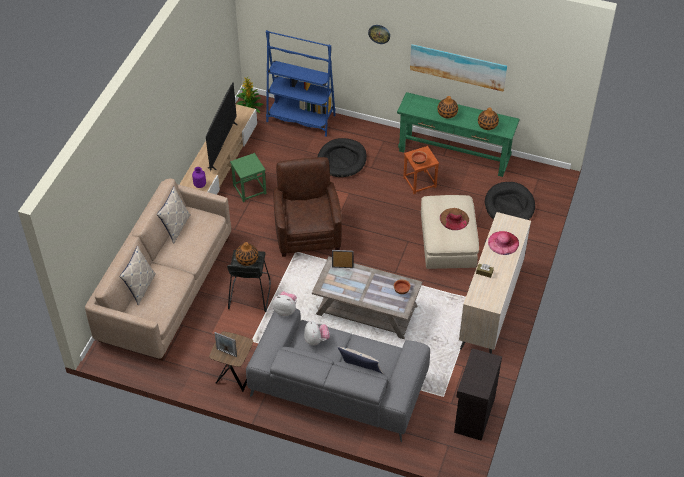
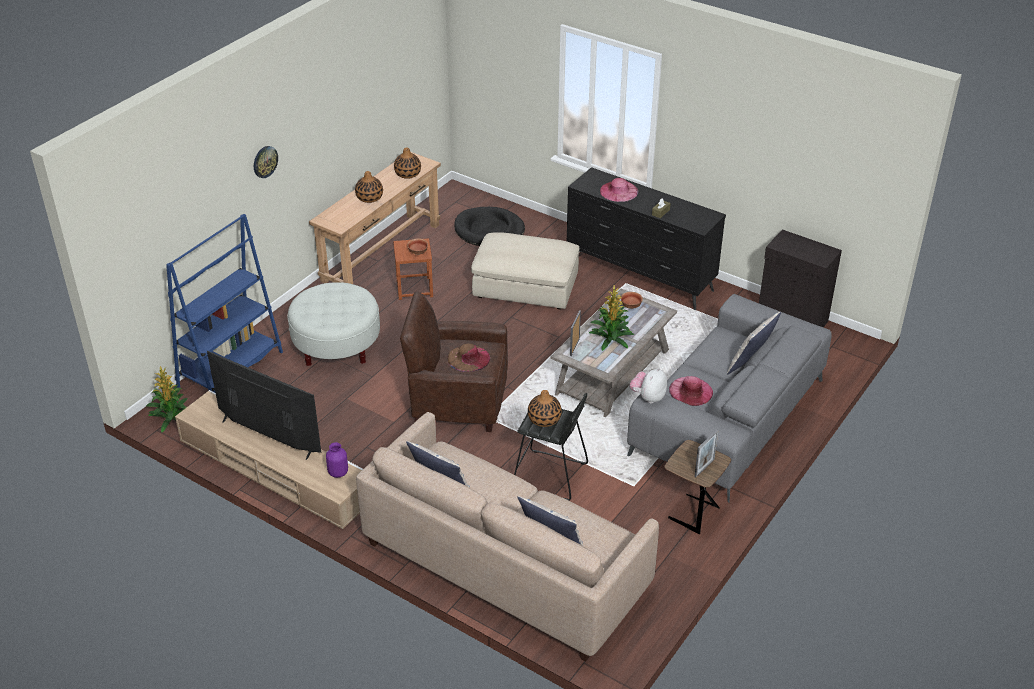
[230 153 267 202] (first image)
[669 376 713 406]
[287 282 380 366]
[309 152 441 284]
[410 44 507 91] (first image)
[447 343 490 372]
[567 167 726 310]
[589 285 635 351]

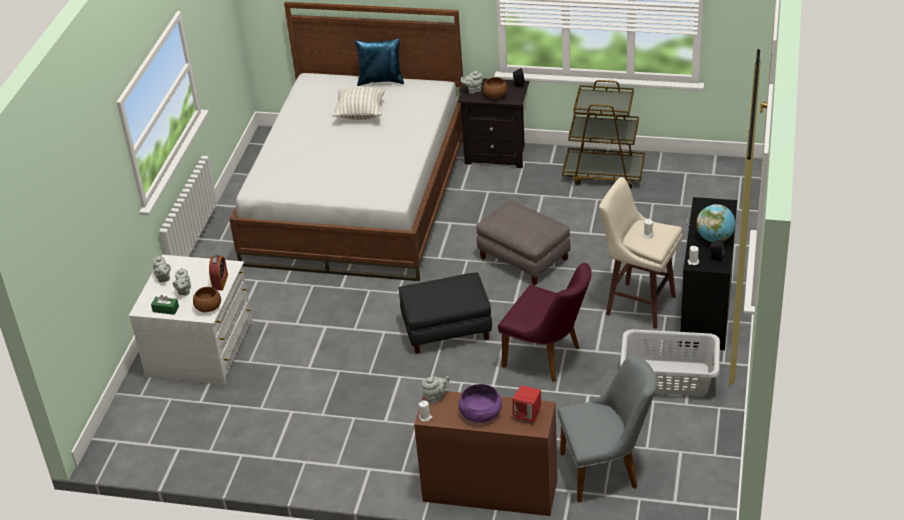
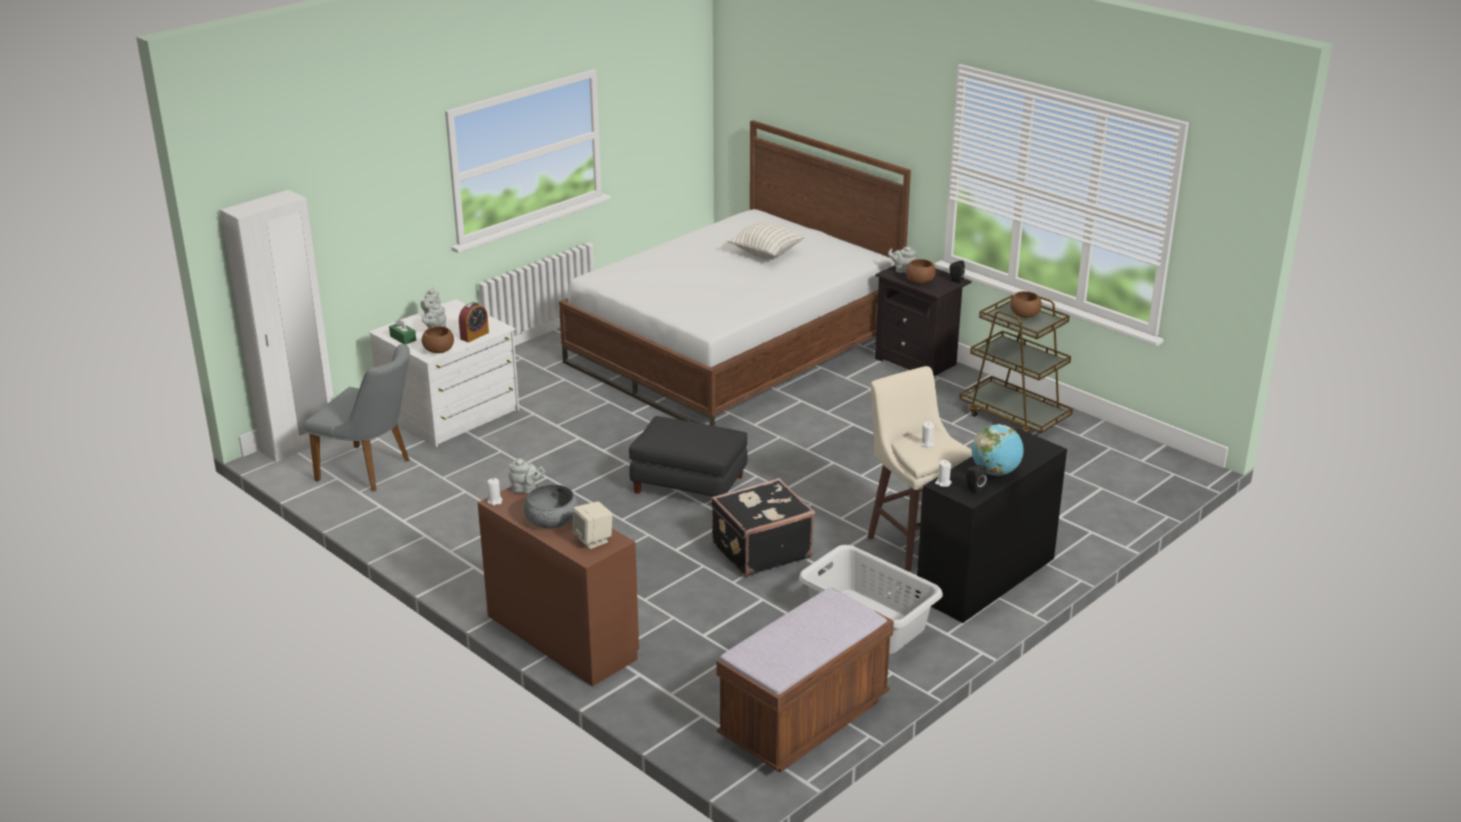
[355 39 404 86] (first image)
[524 484 578 528]
[476 200 571 285] (first image)
[711 478 815 577]
[573 502 612 549]
[304 344 410 492]
[220 190 334 462]
[716 588 894 773]
[1010 291 1042 318]

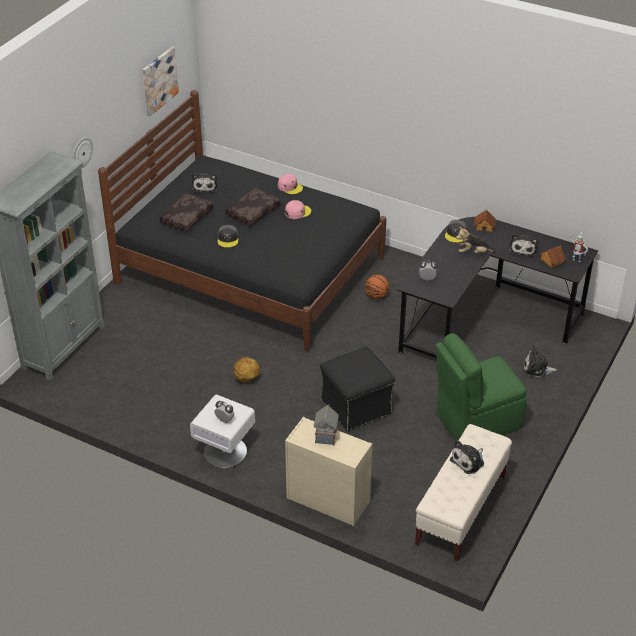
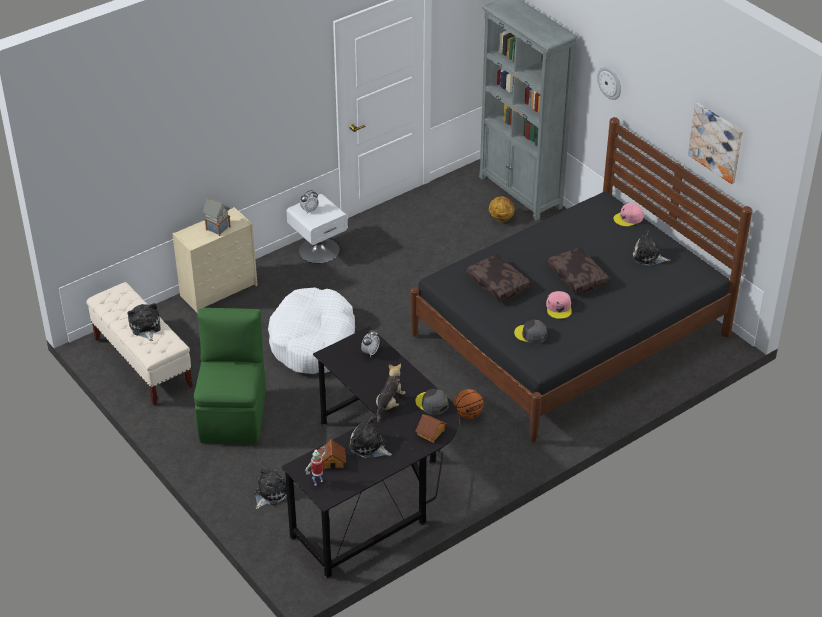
[466 254 531 302]
[514 320 547 344]
[489 196 515 222]
[614 203 643 227]
[268 287 355 374]

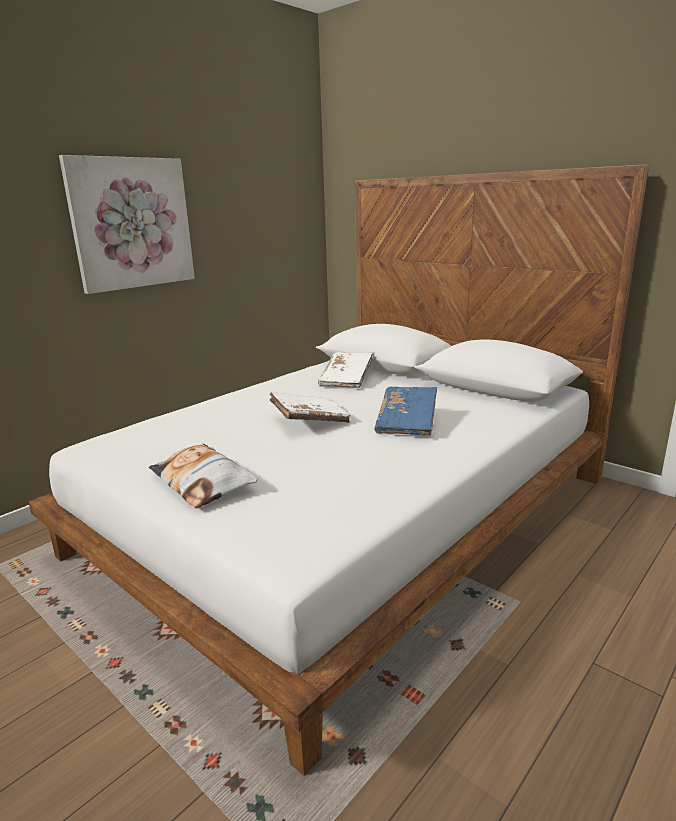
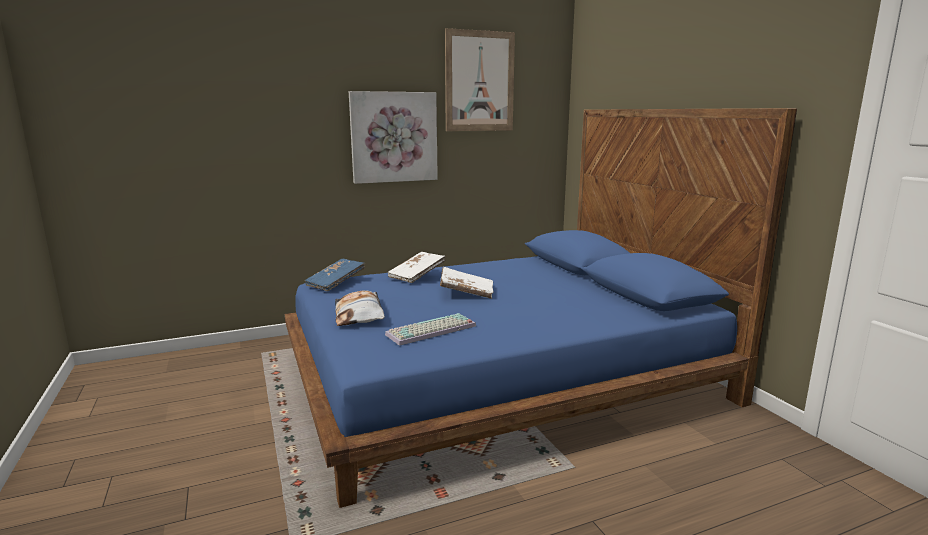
[285 108 797 508]
[388 252 446 283]
[305 258 365 291]
[385 313 476 346]
[445 28 515 131]

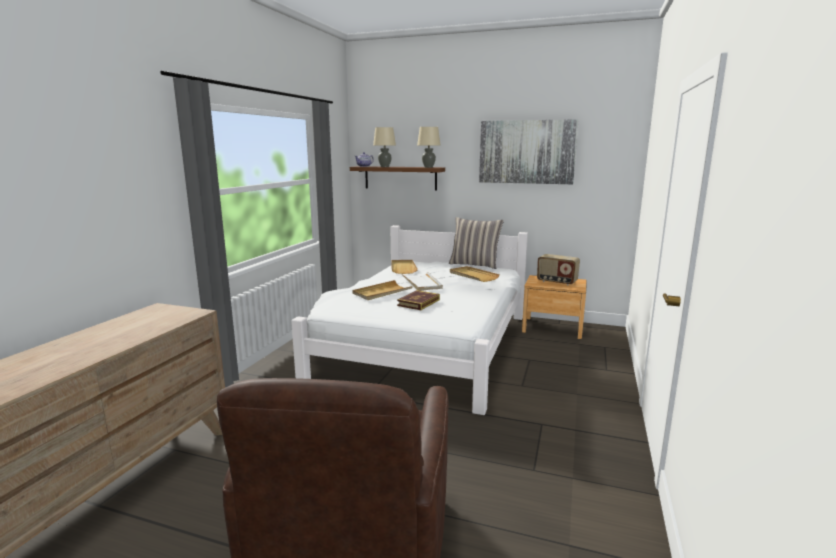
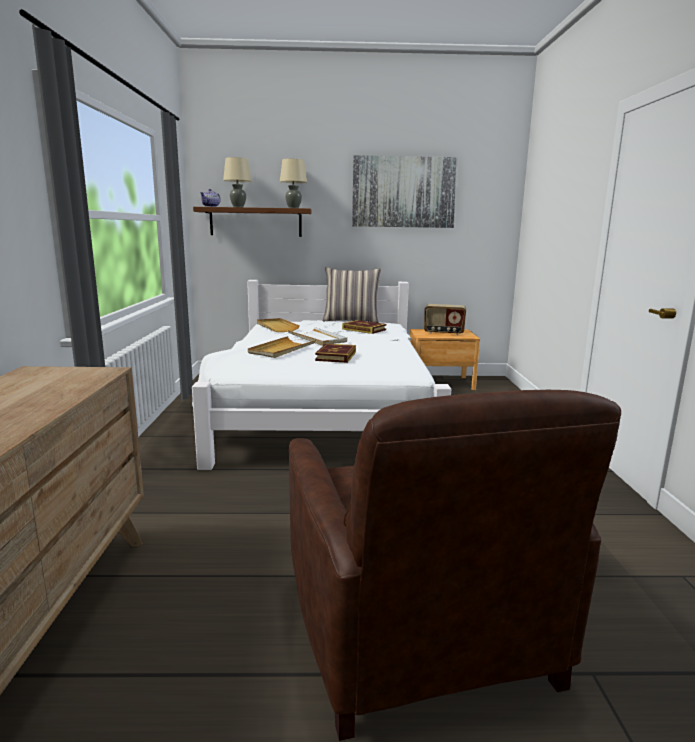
[342 320 386 334]

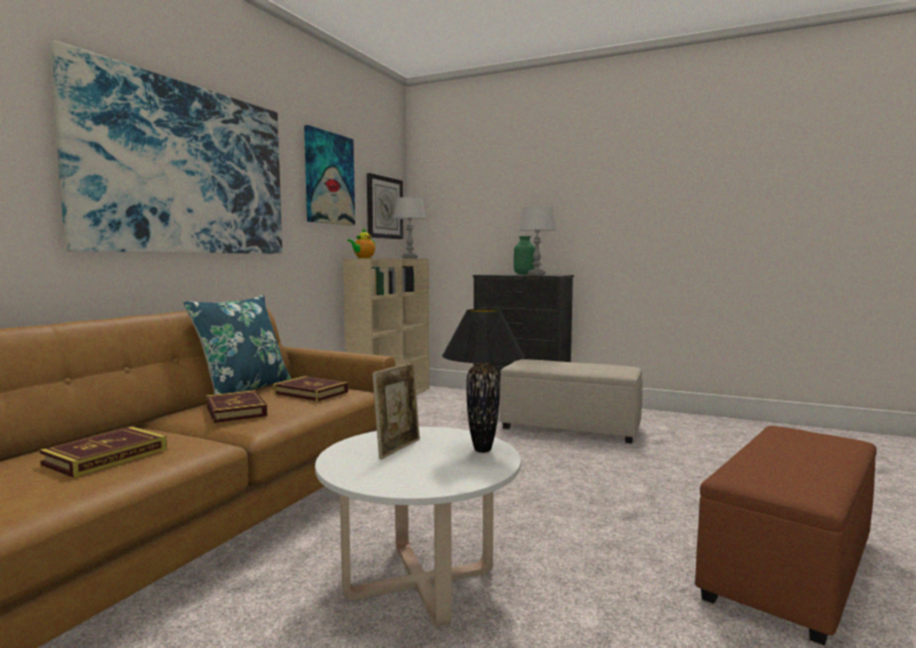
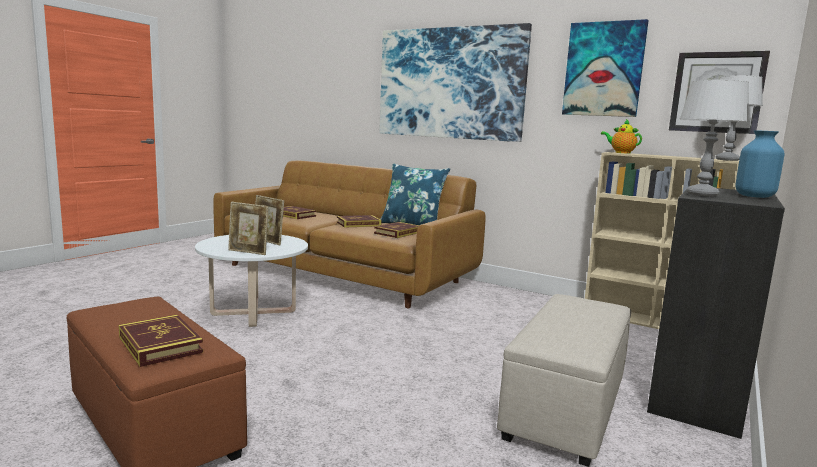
[228 202 269 255]
[735 130 784 198]
[119 315 203 367]

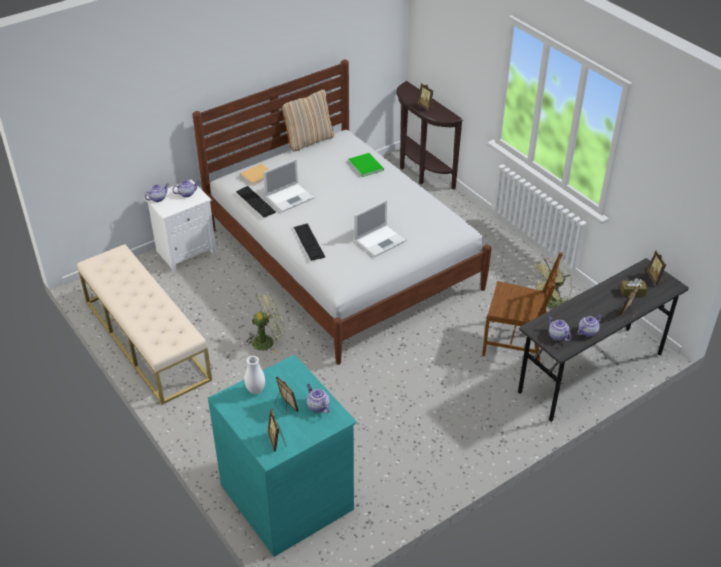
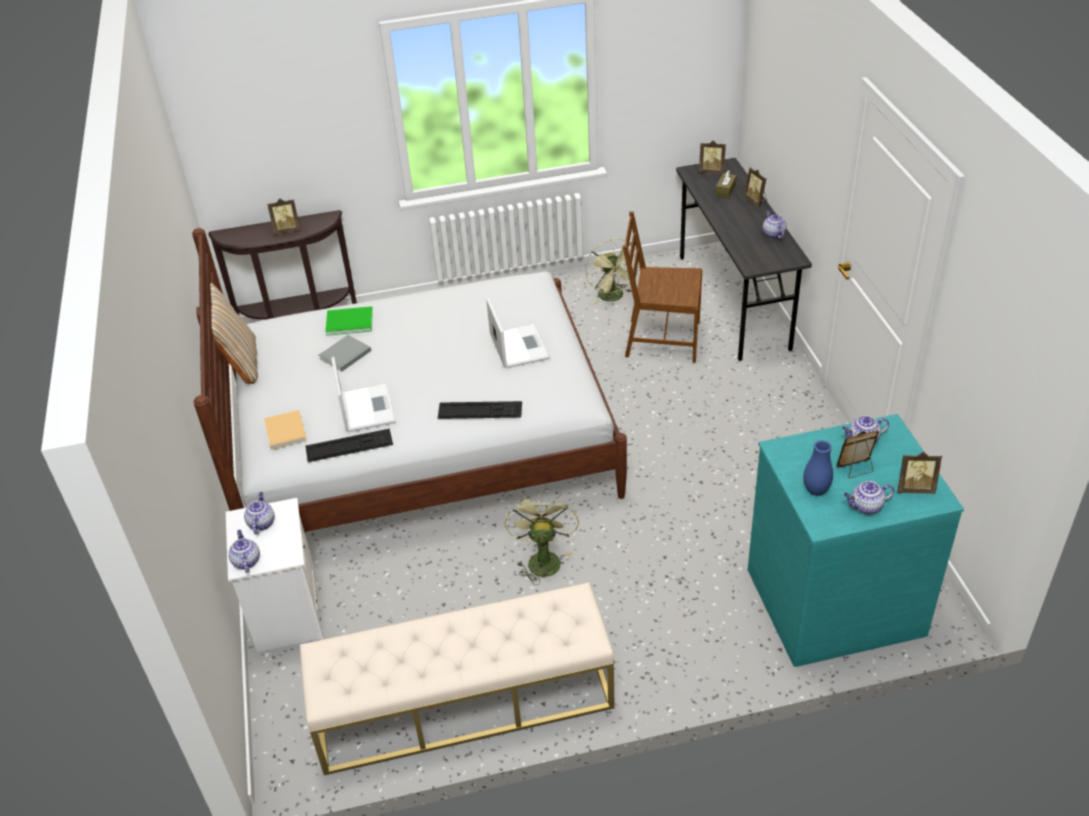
[803 440 833 496]
[623 211 702 363]
[844 481 895 515]
[319 335 371 371]

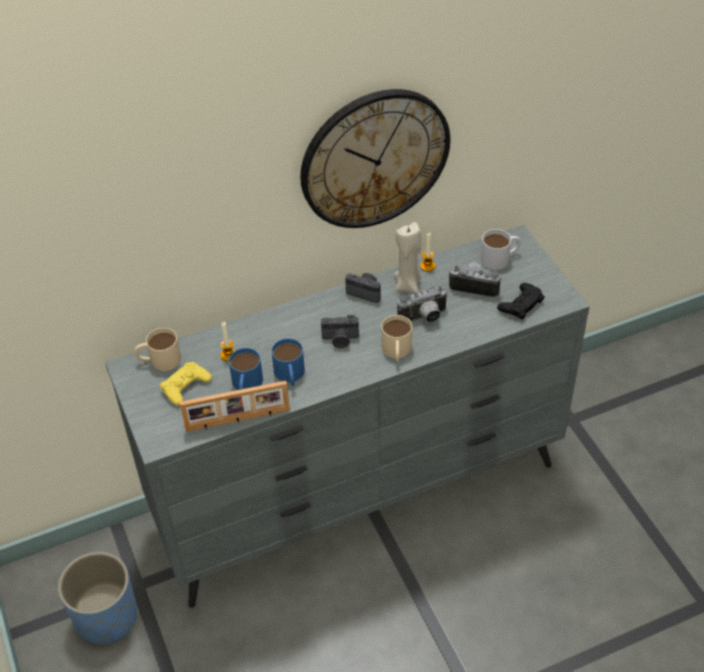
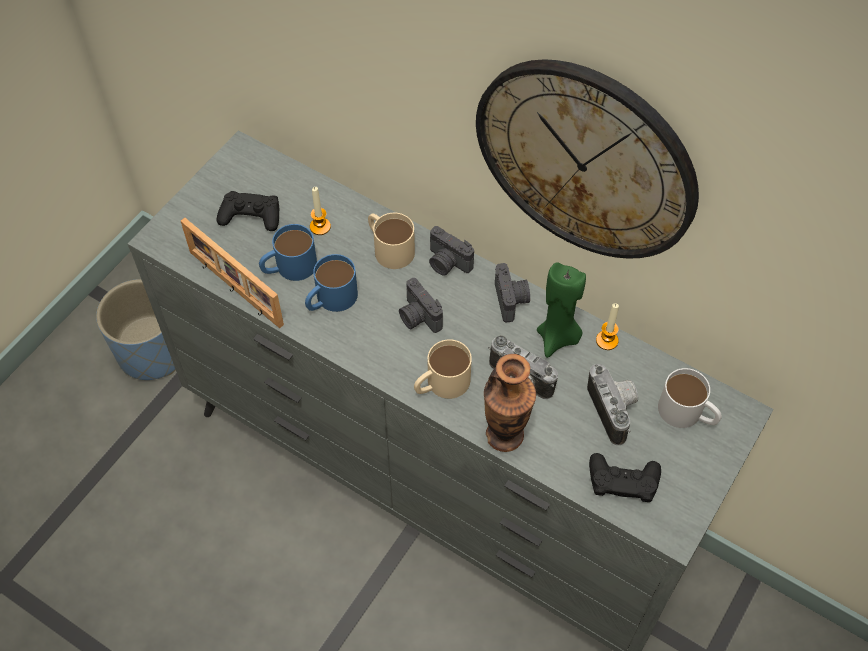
[368 213 415 269]
[217 191 279 231]
[537 262 586 358]
[429 226 474 276]
[484 354 536 452]

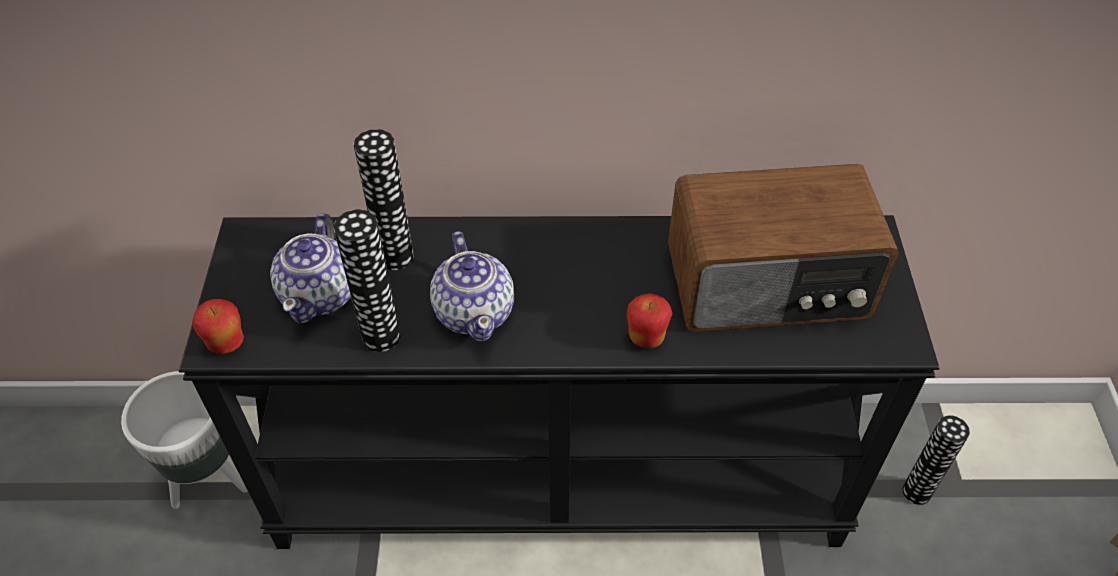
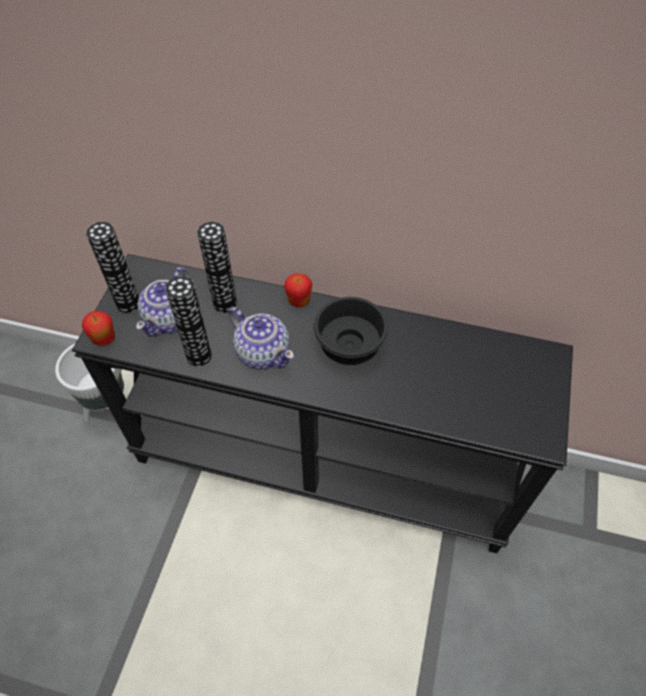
[228 307 294 370]
[284 273 312 307]
[668 164 899 332] (first image)
[86 222 139 313]
[314 297 388 365]

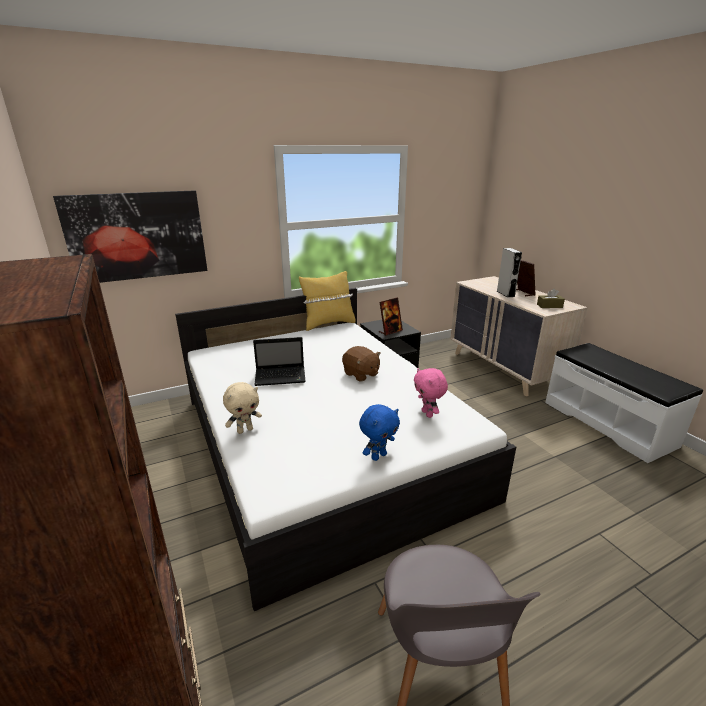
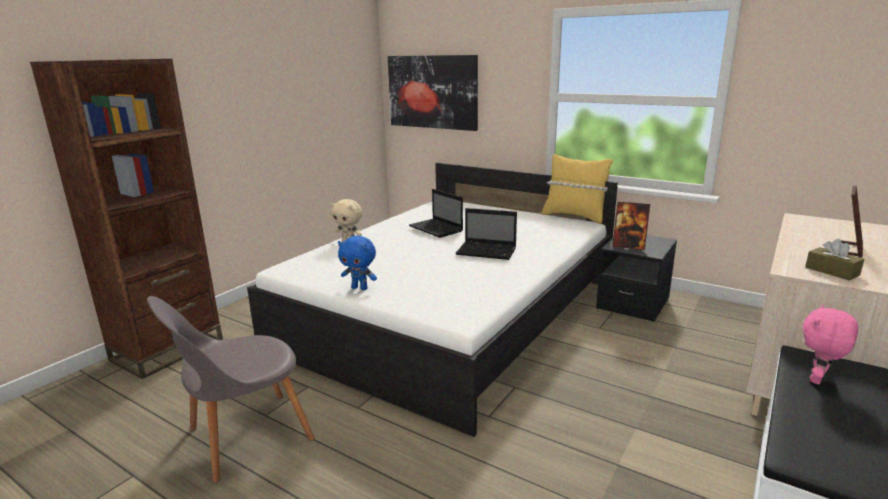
[456 208 517 260]
[803 305 858 384]
[497 248 522 298] (first image)

